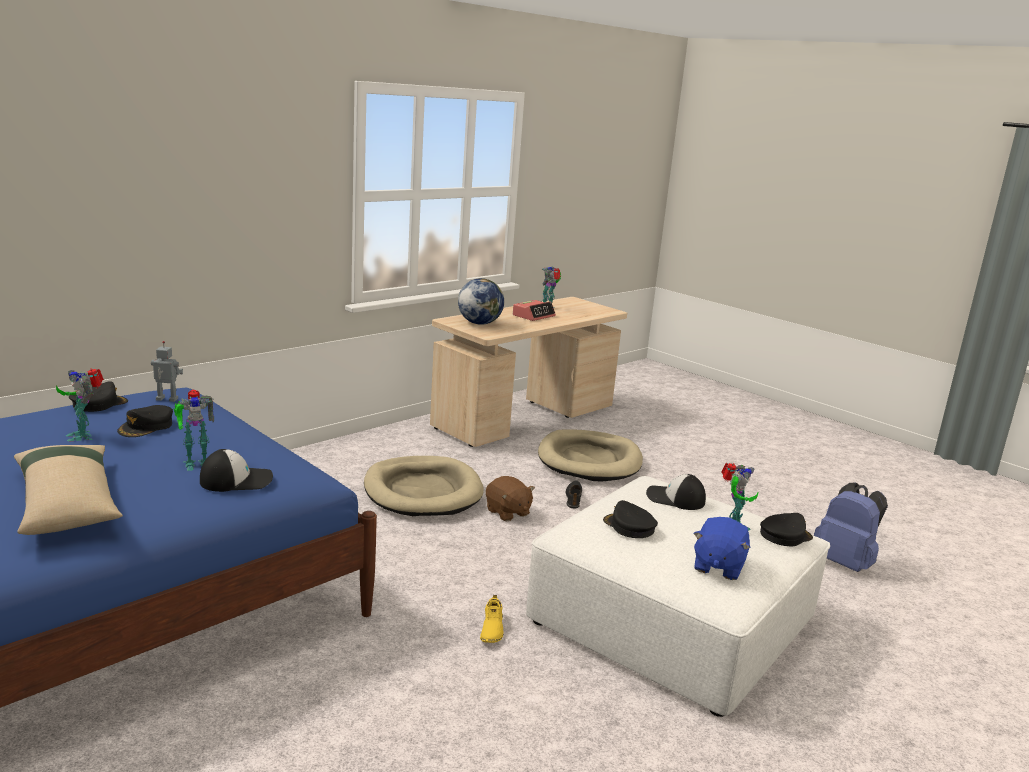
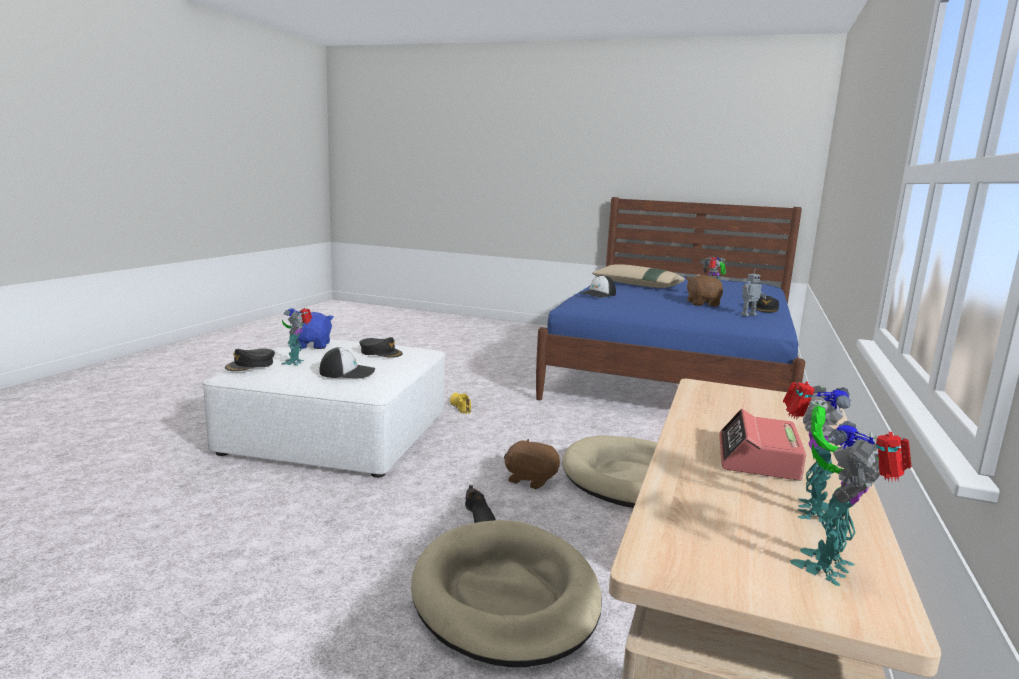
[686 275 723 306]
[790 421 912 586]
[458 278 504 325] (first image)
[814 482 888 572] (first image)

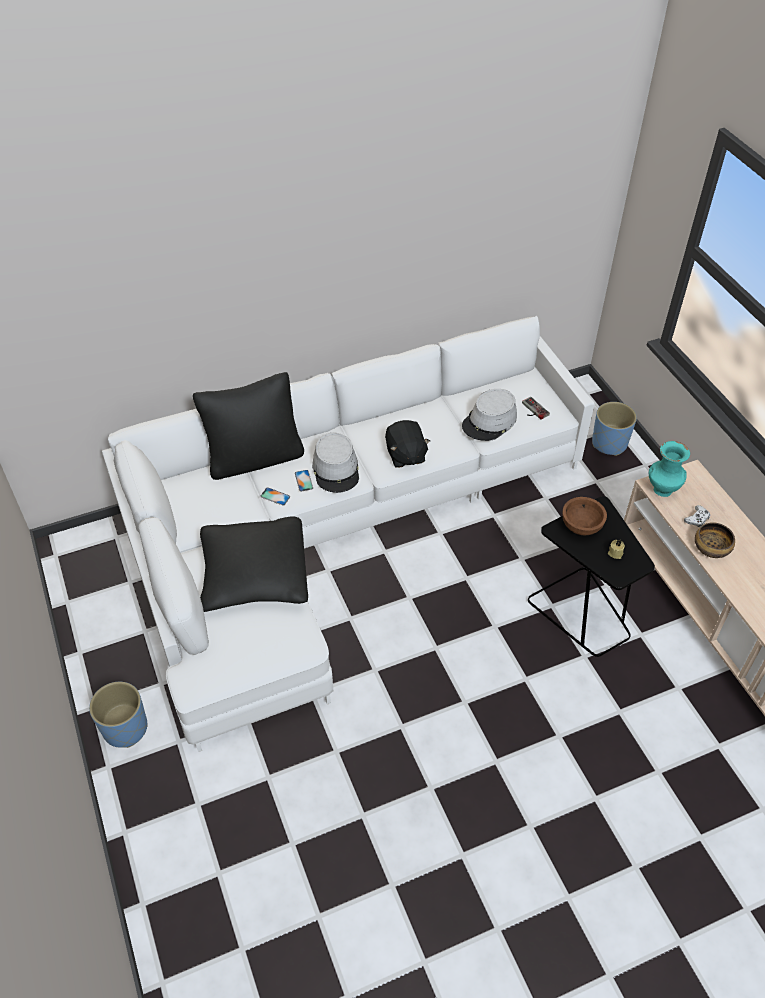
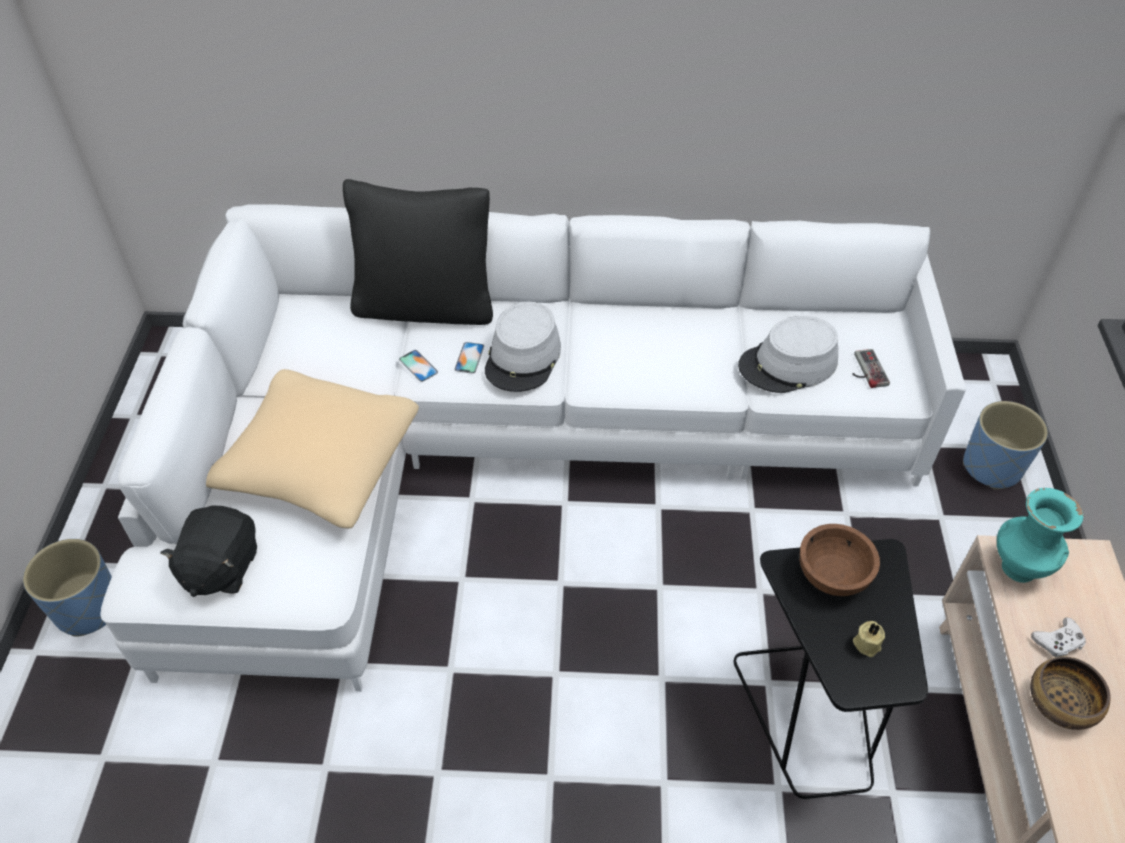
[206 369 419 529]
[160 505 257 597]

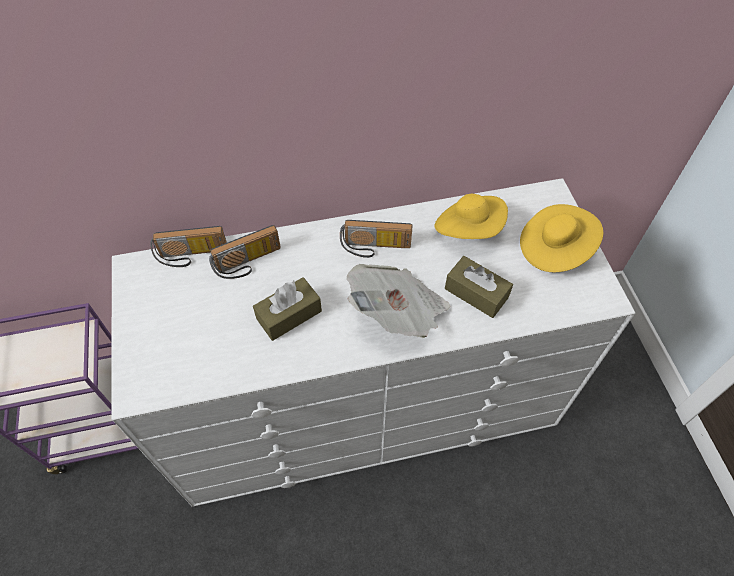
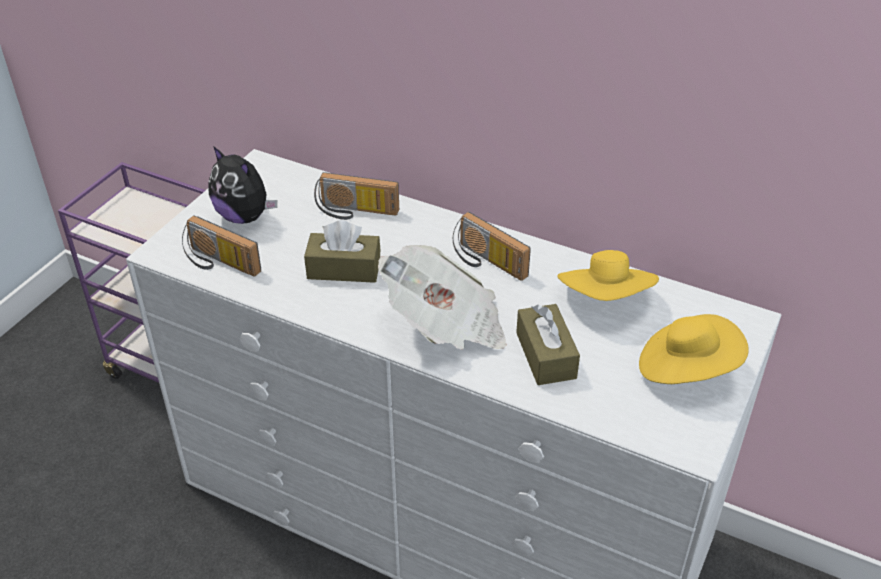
[182 215 261 277]
[208 146 277 224]

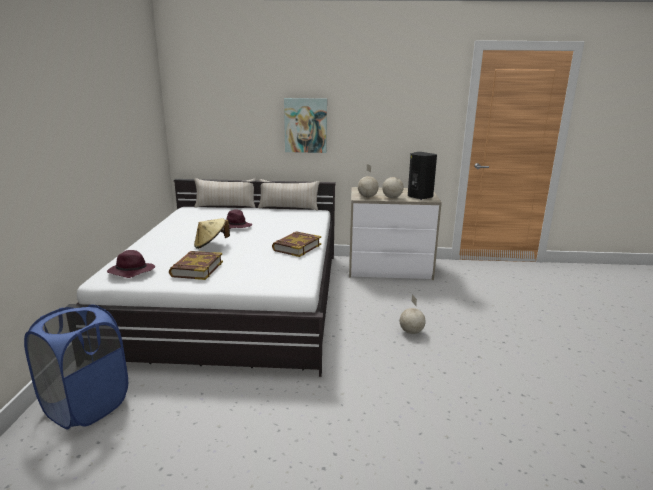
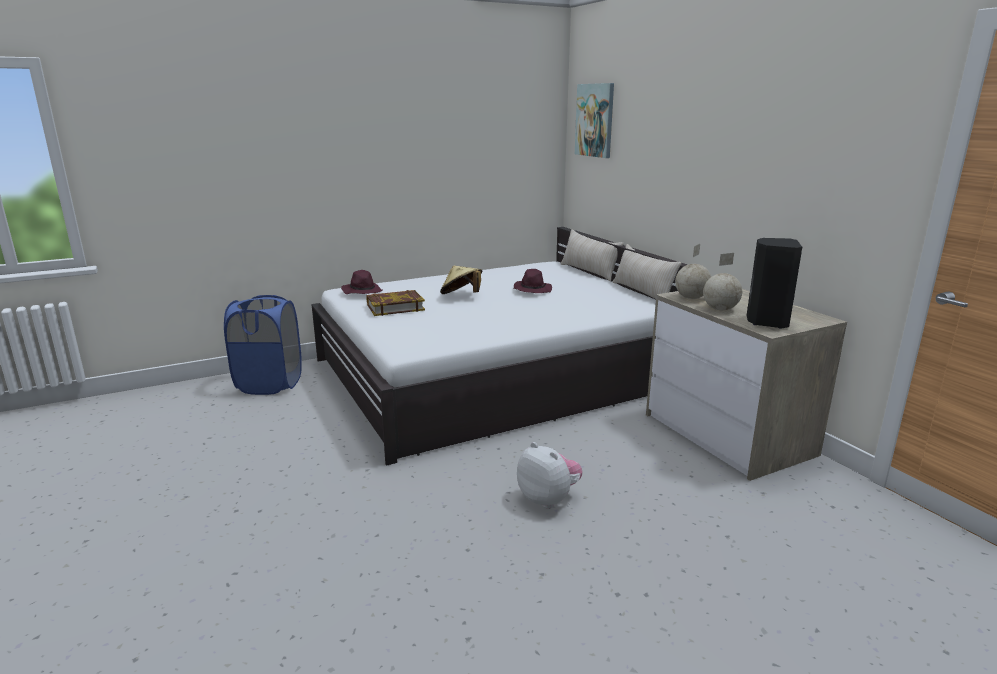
[272 231 321 257] (first image)
[575 83 614 158]
[517 442 583 509]

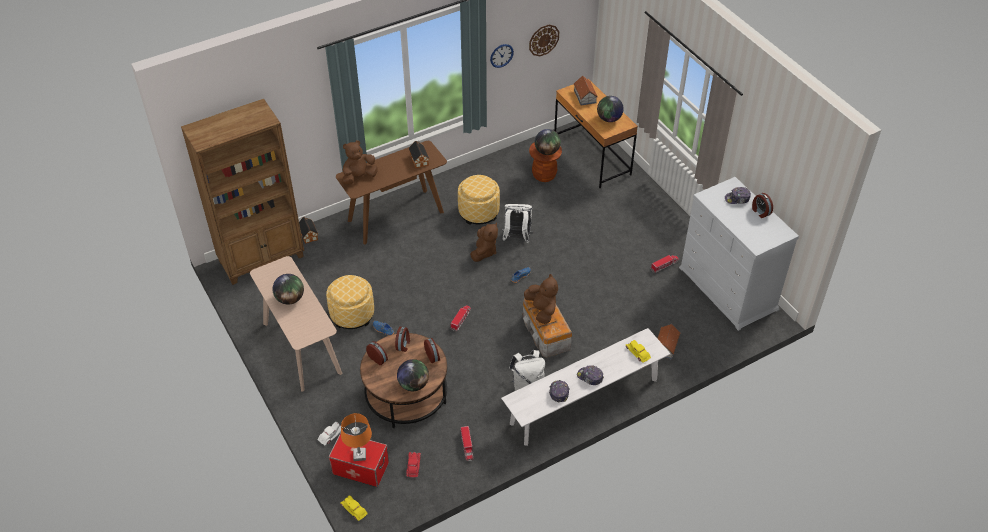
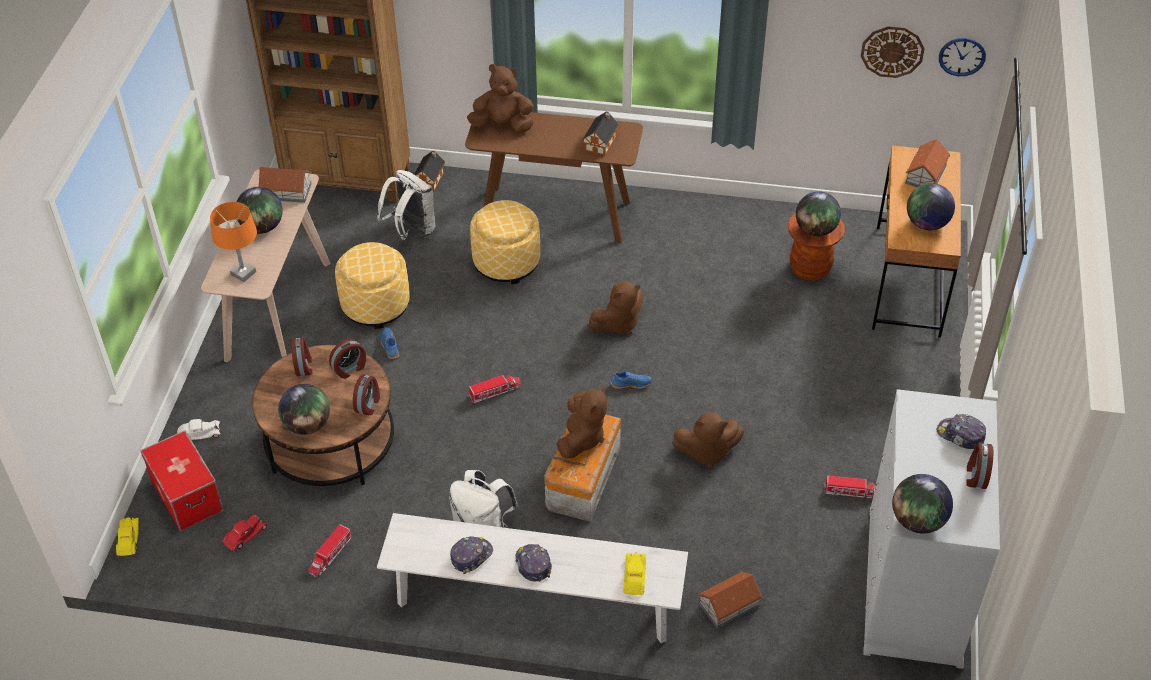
[210 202 257 282]
[470 200 540 284]
[939 38 986 76]
[377 170 435 240]
[259 167 312 203]
[672 412 744 468]
[892 474 953 534]

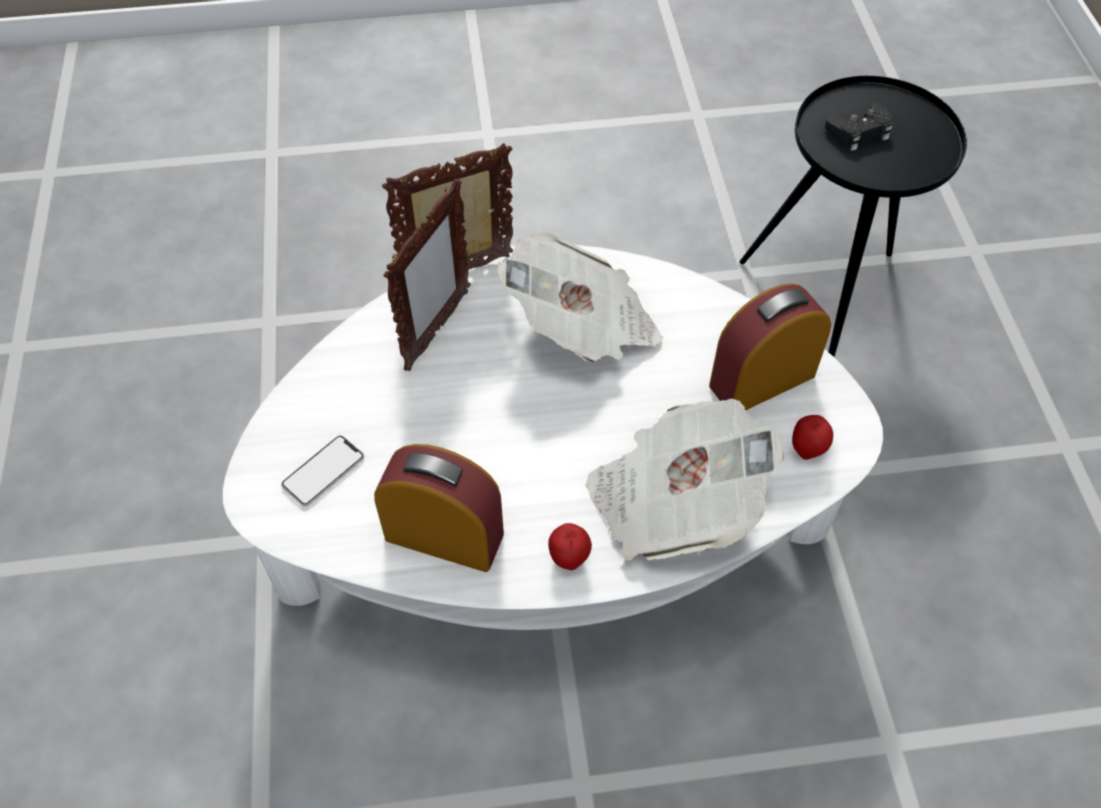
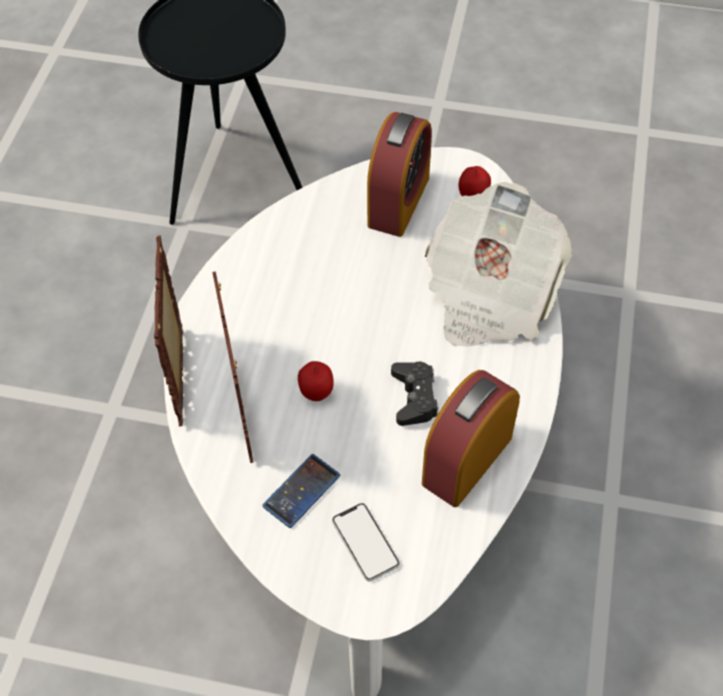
[212 271 253 463]
[497 233 663 362] (first image)
[298 361 334 401]
[367 112 432 237]
[391 362 439 426]
[263 454 340 528]

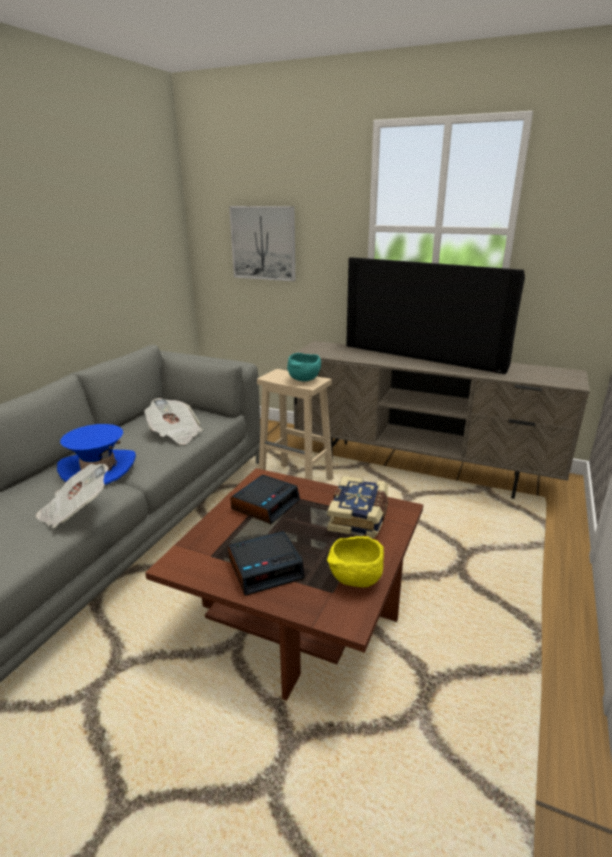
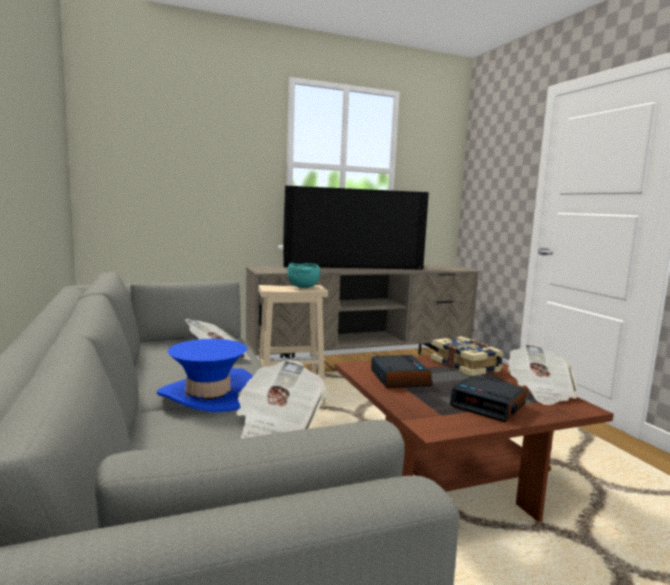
[450 376 527 422]
[229 206 295 281] (first image)
[508 344 578 405]

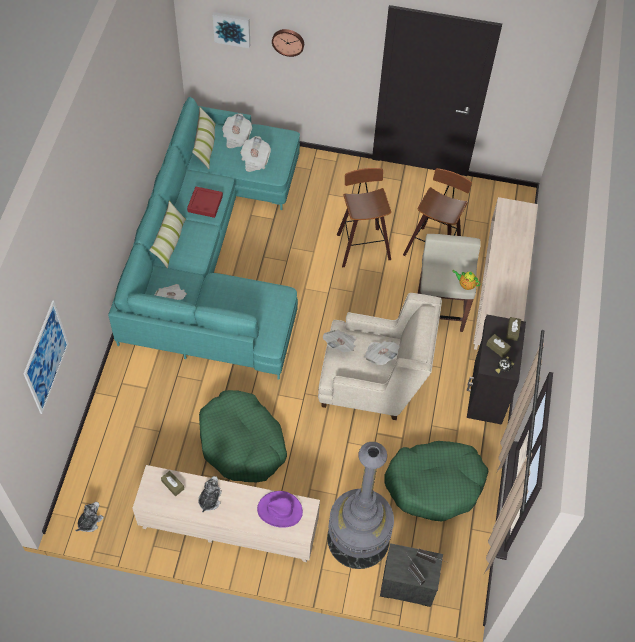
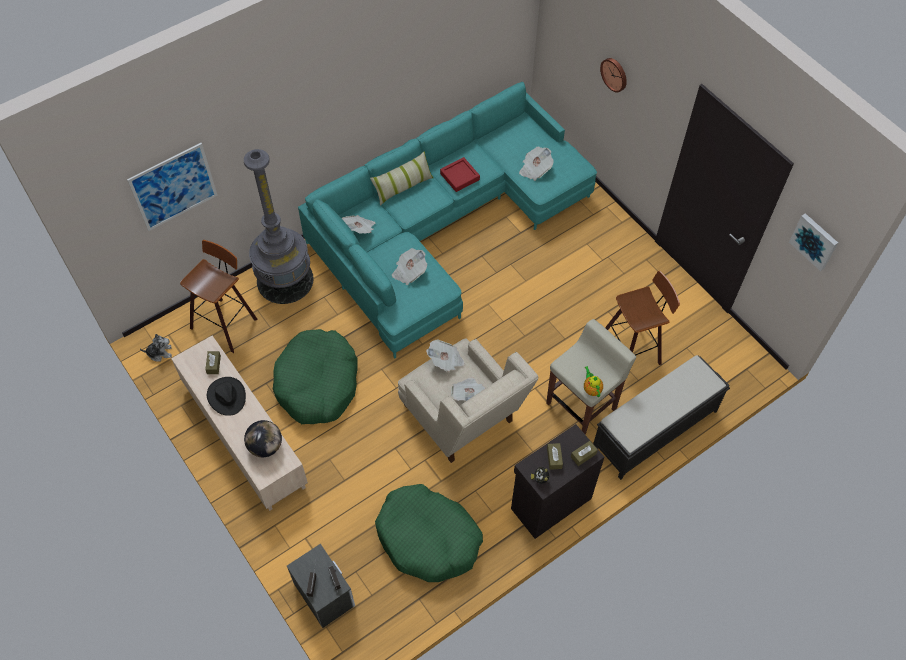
[192 107 216 169] (first image)
[207 377 246 416]
[789 213 838 271]
[392 248 427 285]
[244 420 282 457]
[244 149 314 304]
[180 240 258 353]
[593 355 730 480]

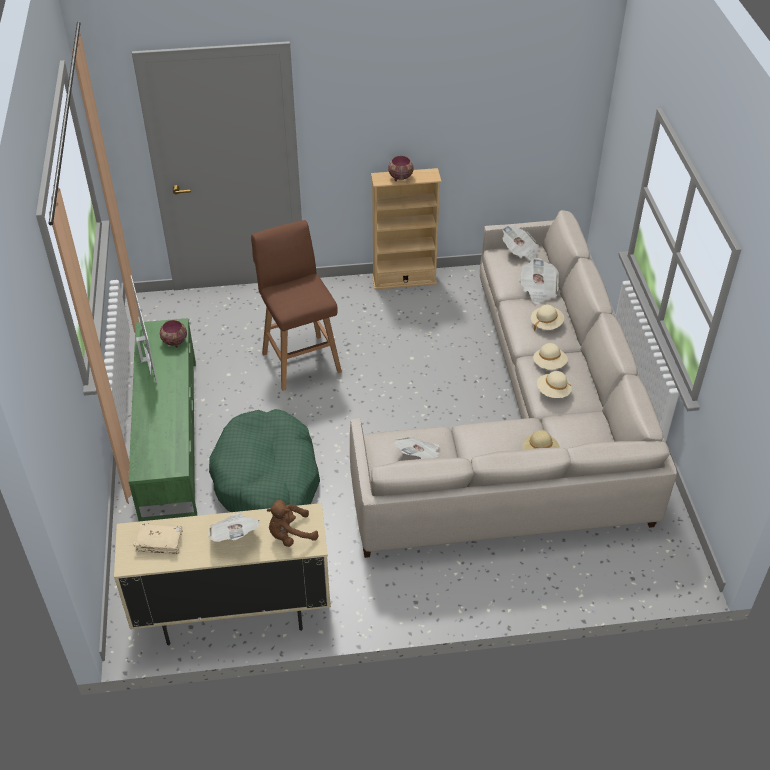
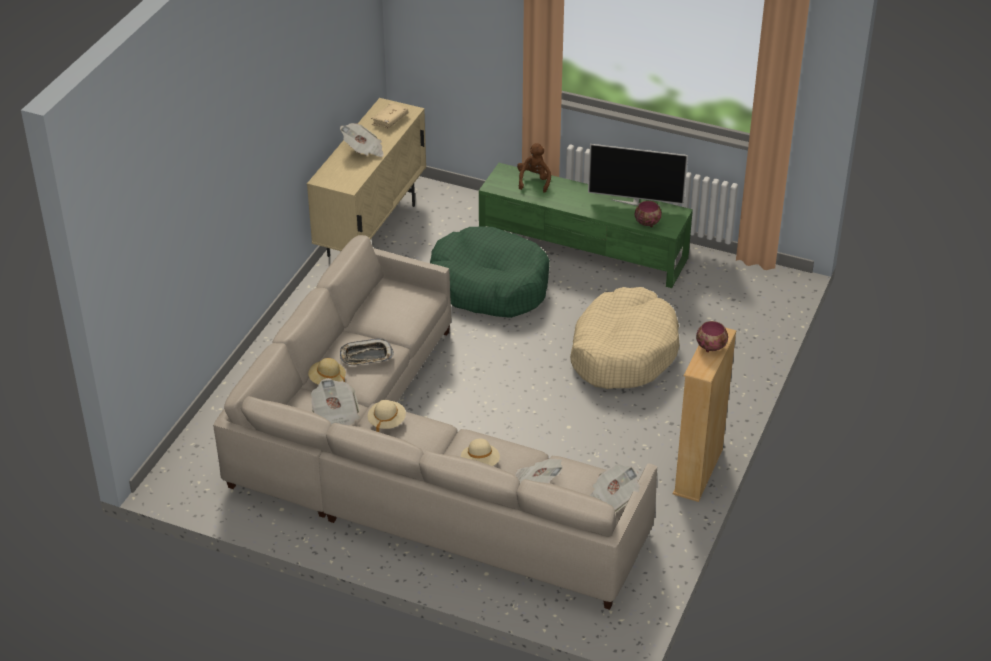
[570 287 680 389]
[517 143 551 193]
[311 378 360 425]
[533 343 568 370] (first image)
[340 338 394 366]

